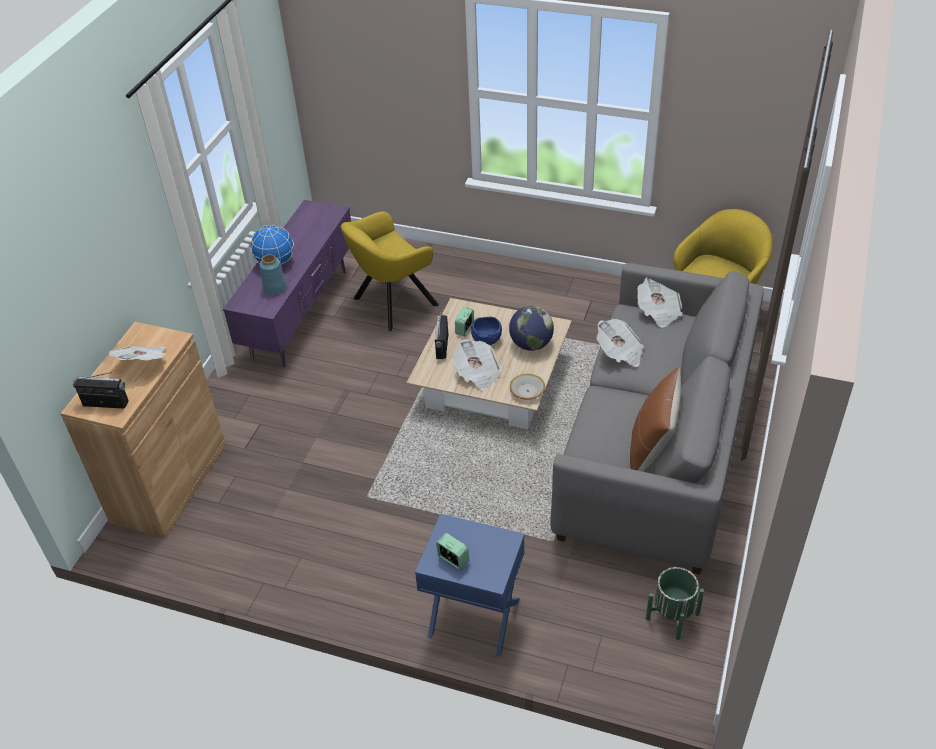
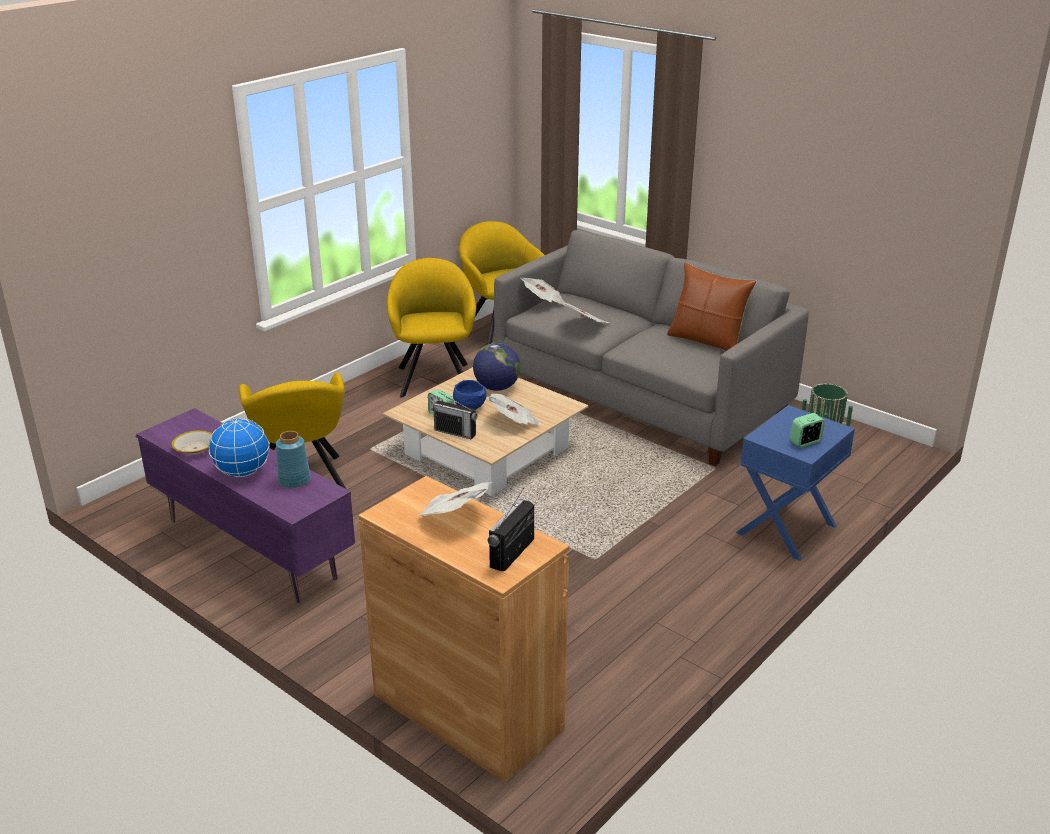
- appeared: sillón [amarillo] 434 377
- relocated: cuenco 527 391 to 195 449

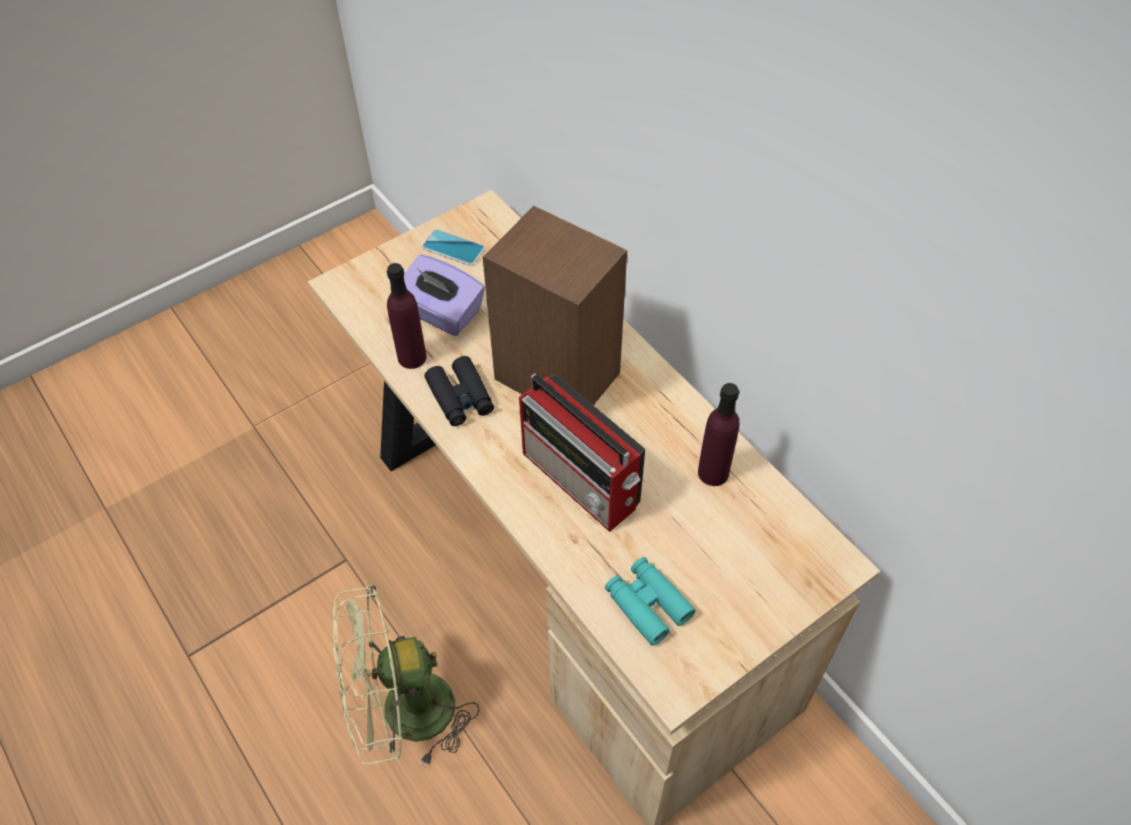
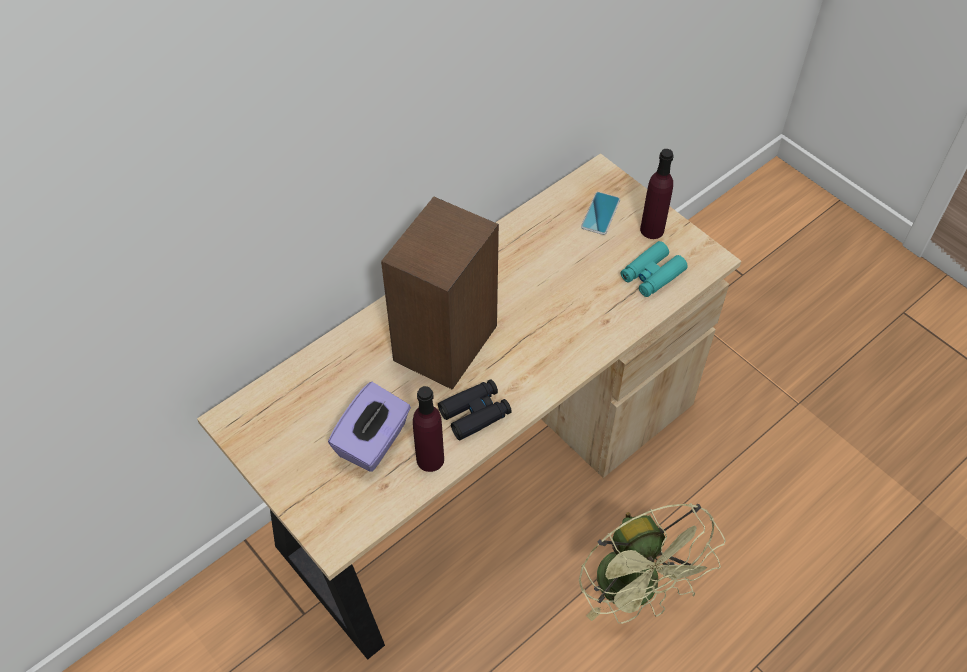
- missing: radio 582 482
- relocated: móvil 453 248 to 600 214
- relocated: botella [morado] 713 472 to 652 230

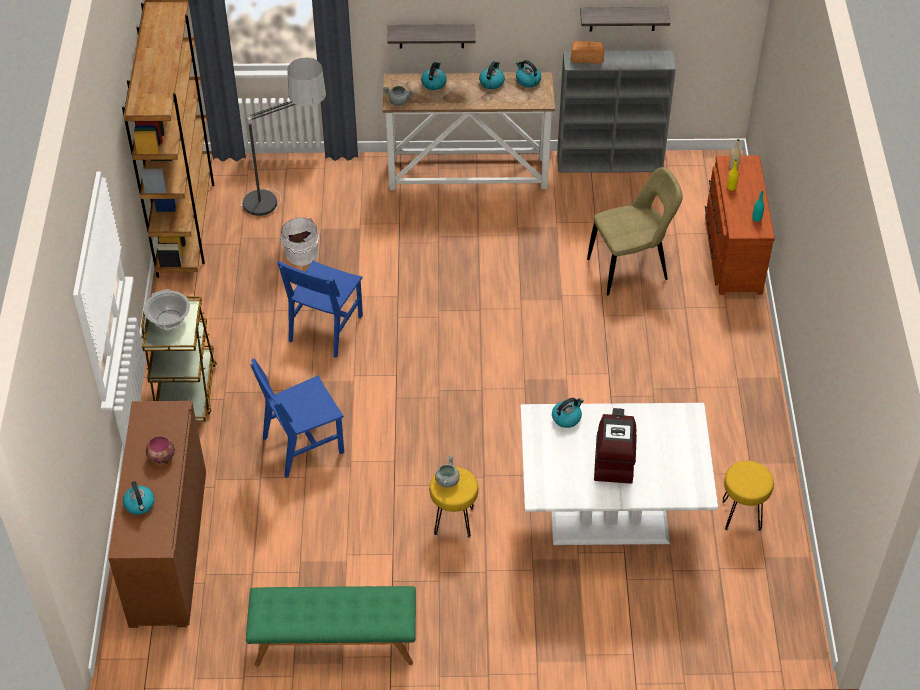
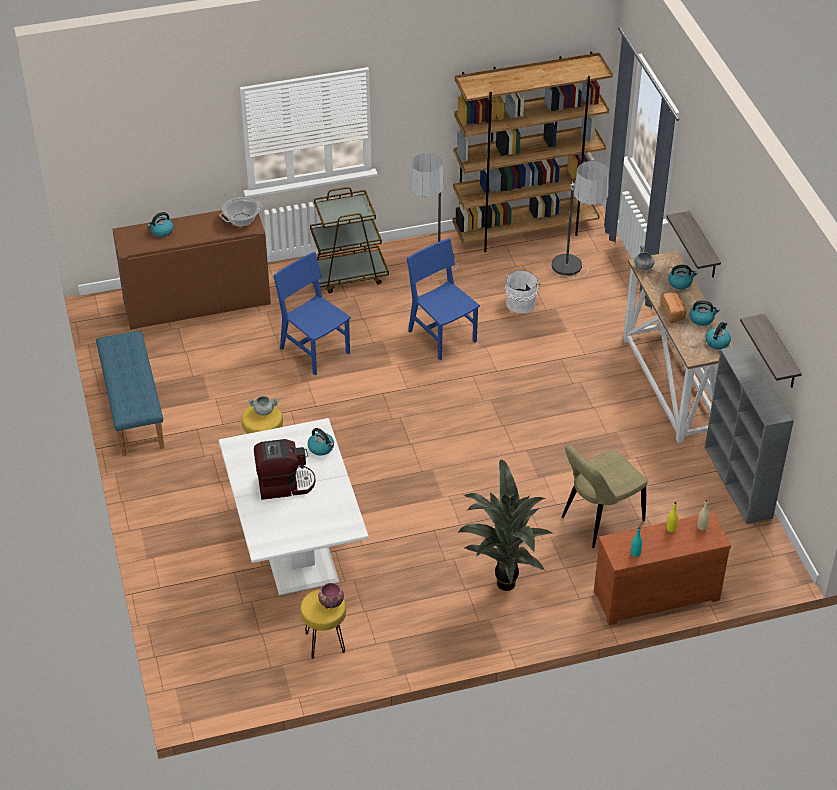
- appeared: lámpara de pie 434 275
- appeared: planta en maceta 502 586
- relocated: olla 169 319 to 241 220
- relocated: cuenco 161 457 to 330 602
- relocated: pan 587 57 to 673 313
- colour: banco [verde] 334 643 to banco [azul] 132 409
- spun: silla [azul] 325 328 = 442 336 45 degrees clockwise
- spun: silla [beis] 631 268 = 599 520 90 degrees clockwise

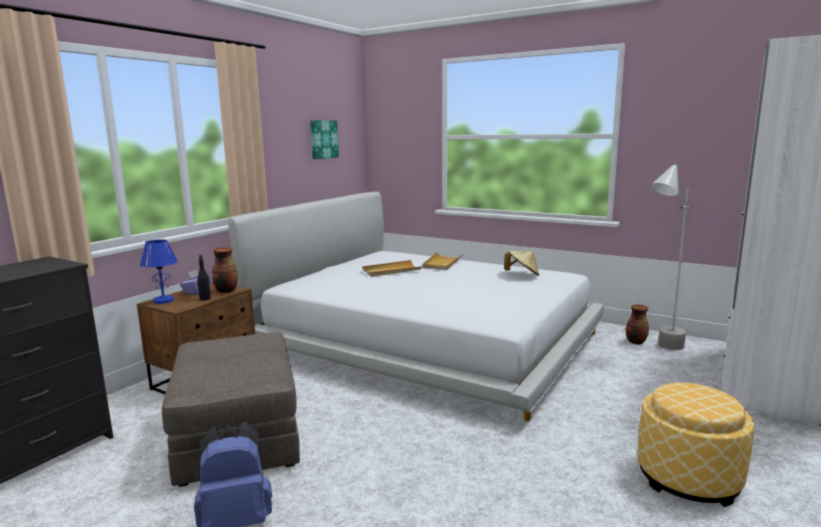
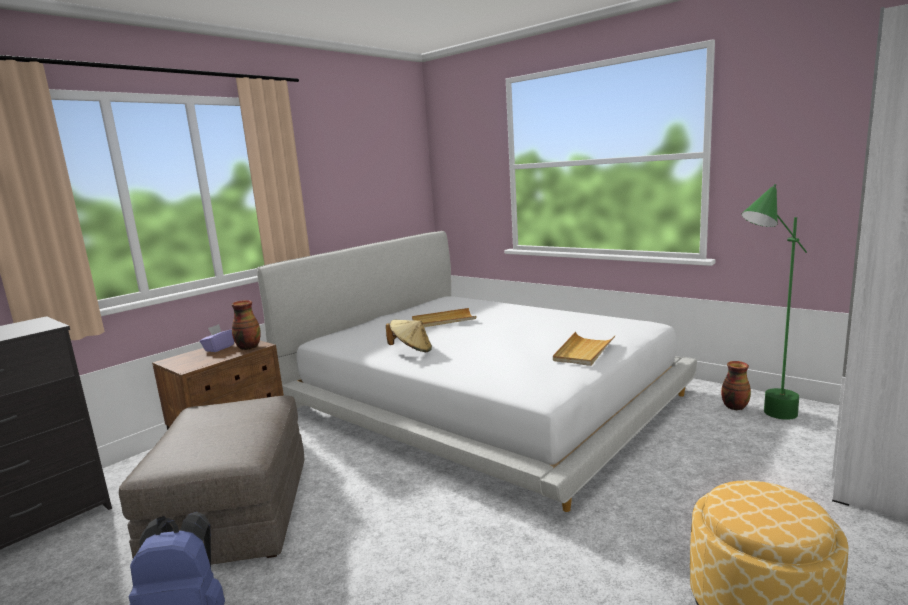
- missing: lámpara de mesa [azul] 163 301
- missing: botella [negro] 205 299
- missing: cuadro 323 139
- relocated: bandeja [beis] 442 263 to 583 351
- relocated: sombrero [beis] 522 275 to 411 350
- colour: lámpara de pie [gris] 661 350 to lámpara de pie [verde] 765 419

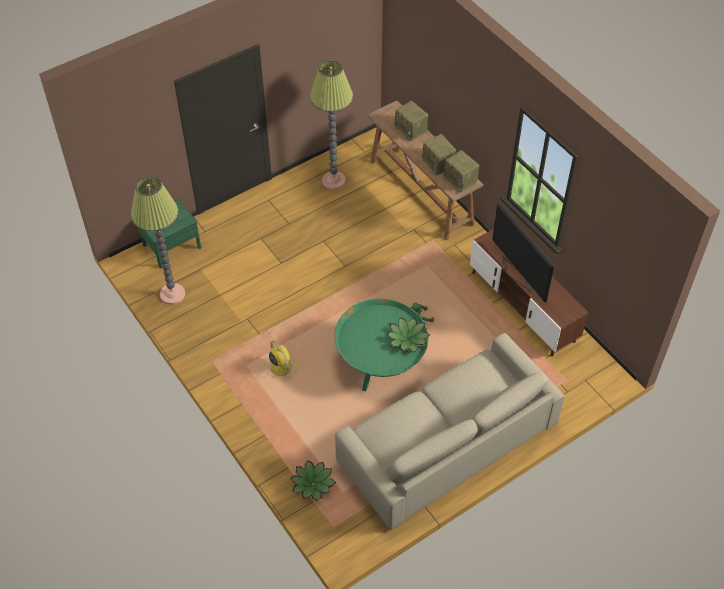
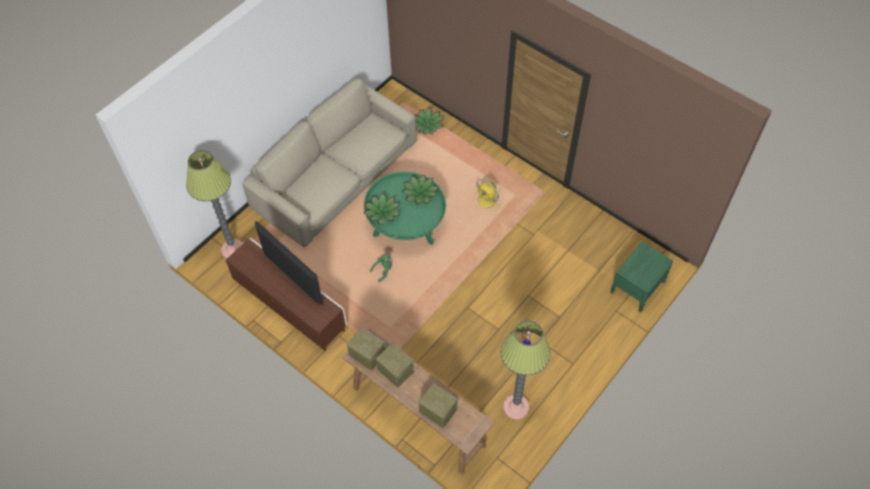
- appeared: planta en maceta 420 193
- relocated: lámpara de pie 172 294 to 233 249

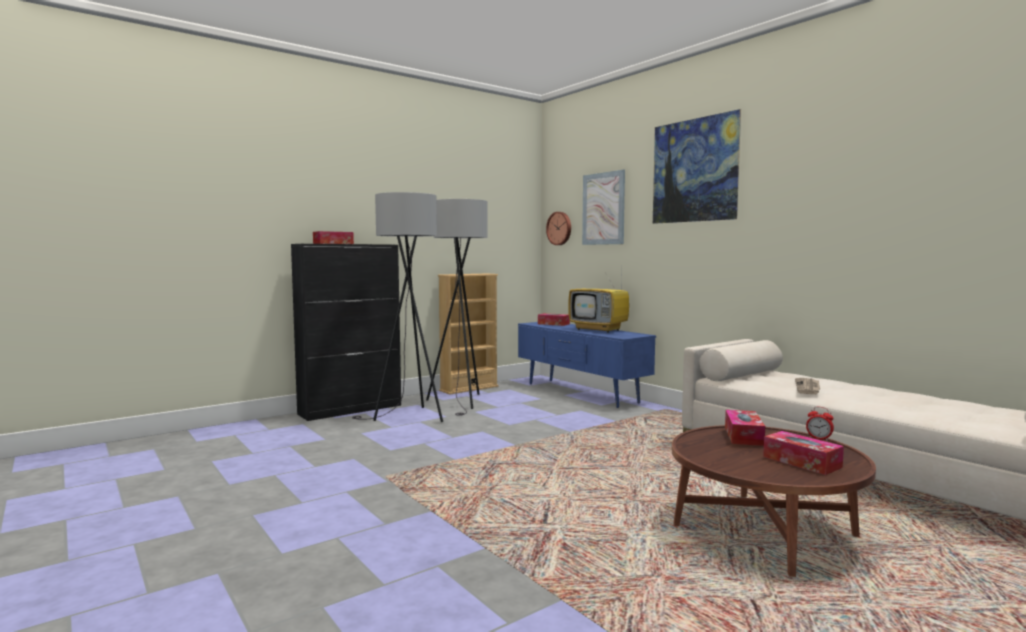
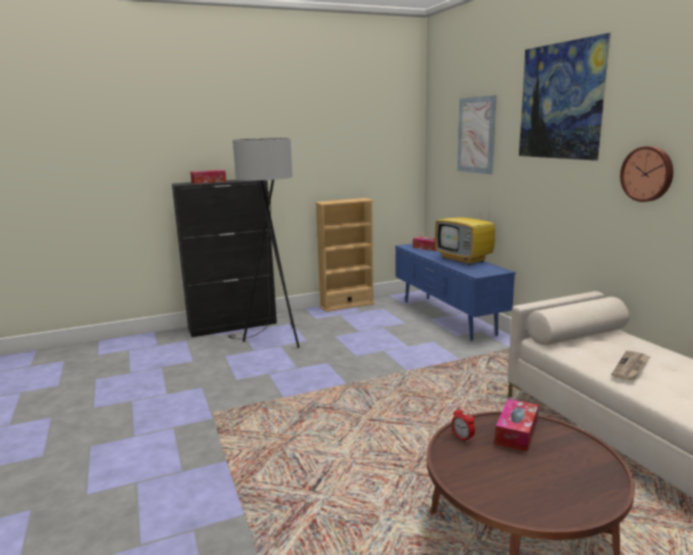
- missing: lámpara de pie [gris] 461 402
- missing: caja de pañuelos 801 462
- relocated: reloj de pared 560 228 to 648 174
- relocated: despertador 819 438 to 462 438

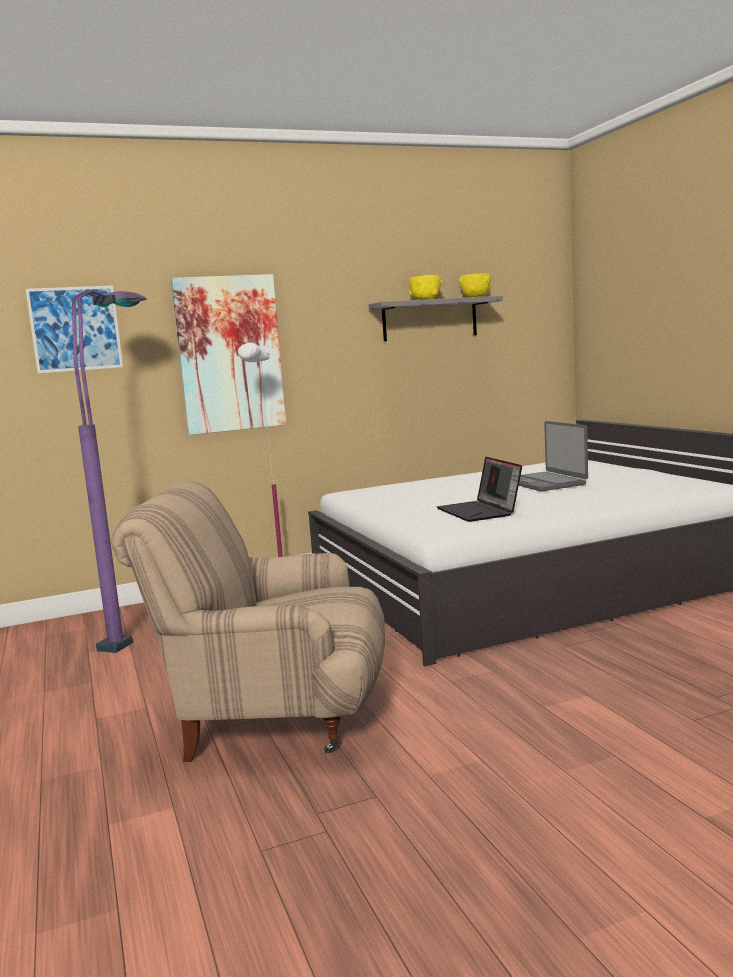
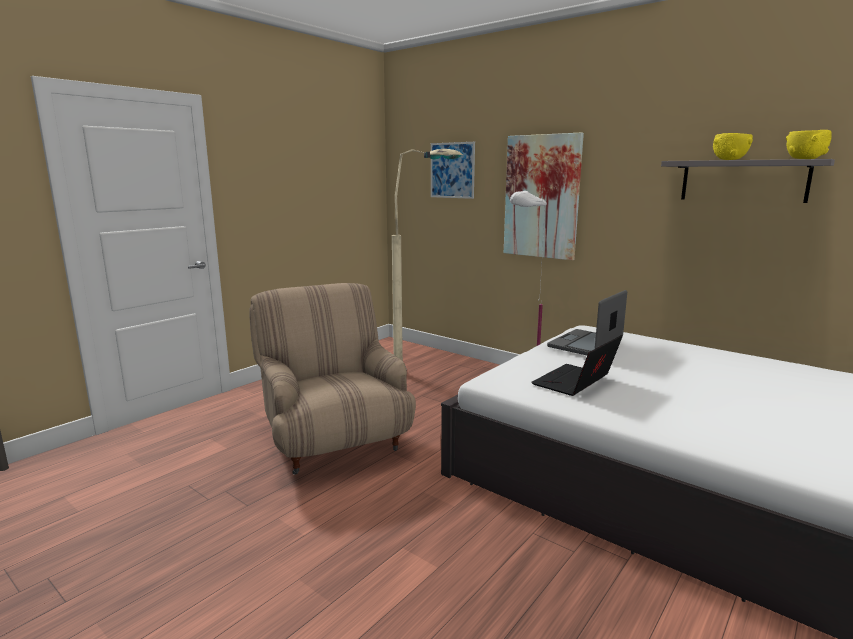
- relocated: portátil 545 483 to 586 344
- colour: lámpara de pie [morado] 148 628 to lámpara de pie [beis] 429 370

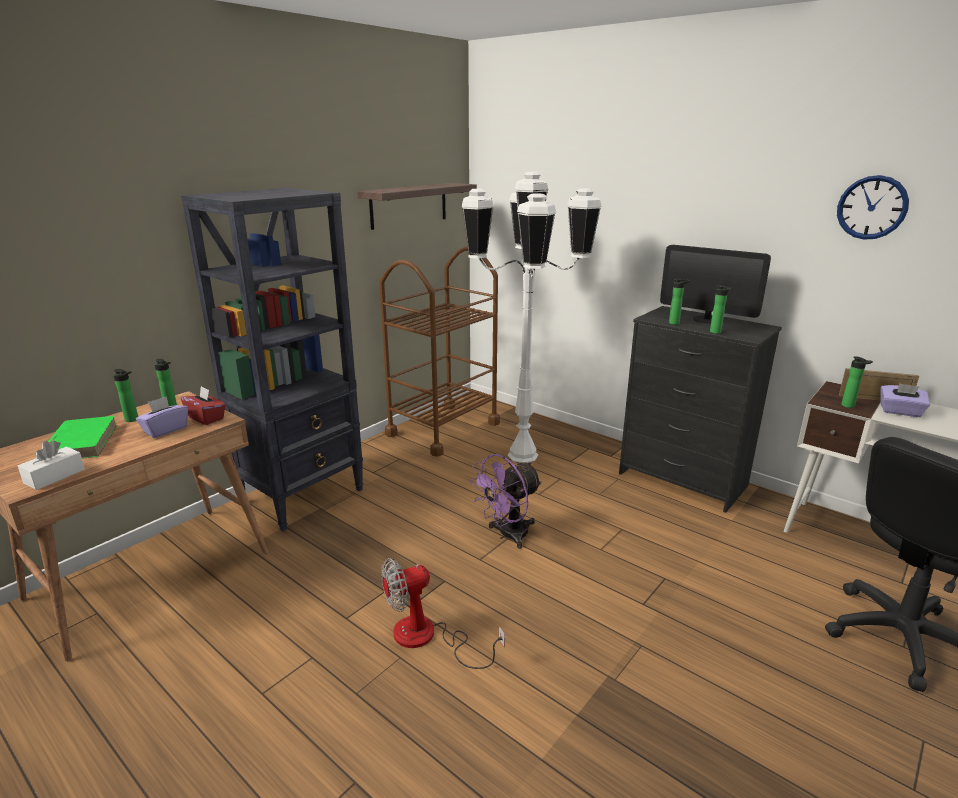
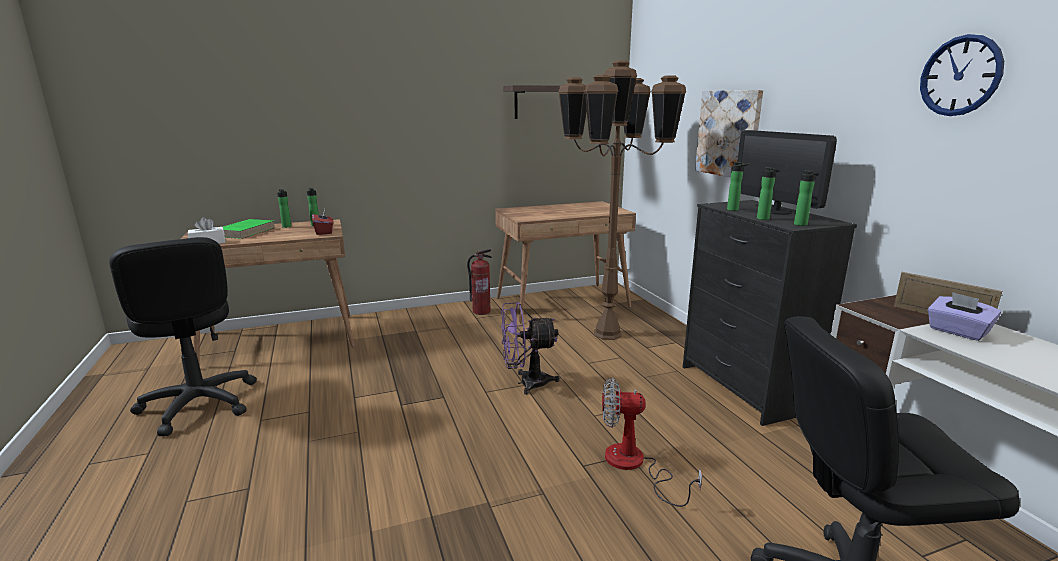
- missing: caja de pañuelos [morado] 165 430
- missing: estantería [negro] 303 495
- appeared: silla de oficina [negro] 198 404
- appeared: extintor 481 311
- appeared: cuadro 728 133
- relocated: ventilador 427 638 to 634 465
- relocated: botella 850 406 to 802 225
- exchanged: carrito [marrón] 443 429 to escritorio [marrón] 562 302
- colour: lámpara de pie [blanco] 522 456 to lámpara de pie [marrón] 606 334

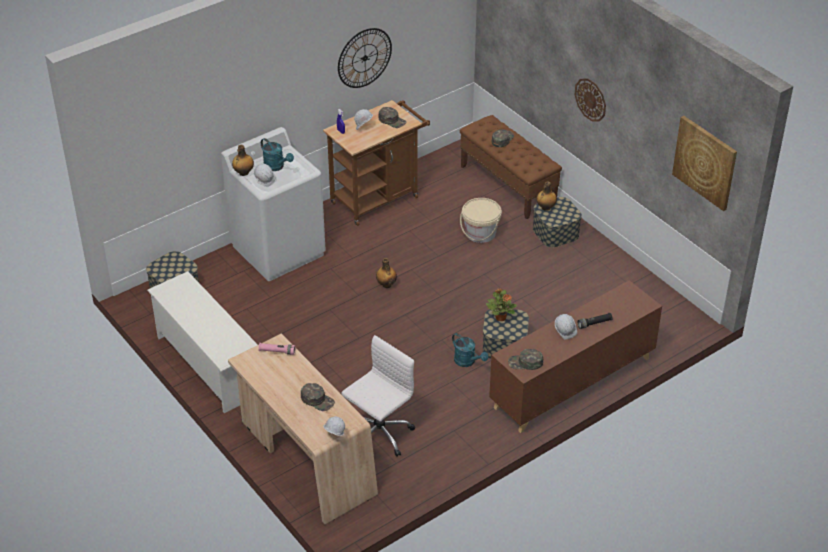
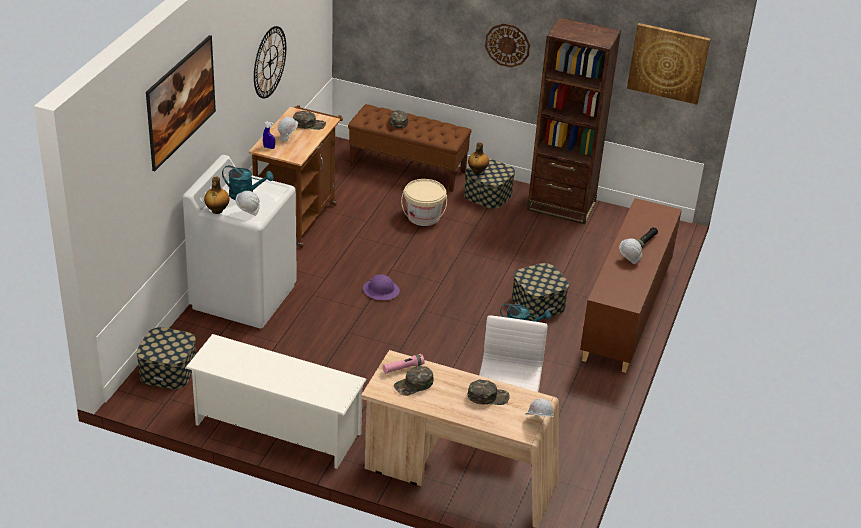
- missing: planta en maceta 500 317
- appeared: cuadro 182 121
- appeared: estantería [marrón] 561 206
- relocated: gorra [verde] 525 363 to 414 385
- exchanged: botella 386 284 to casco [morado] 381 290

